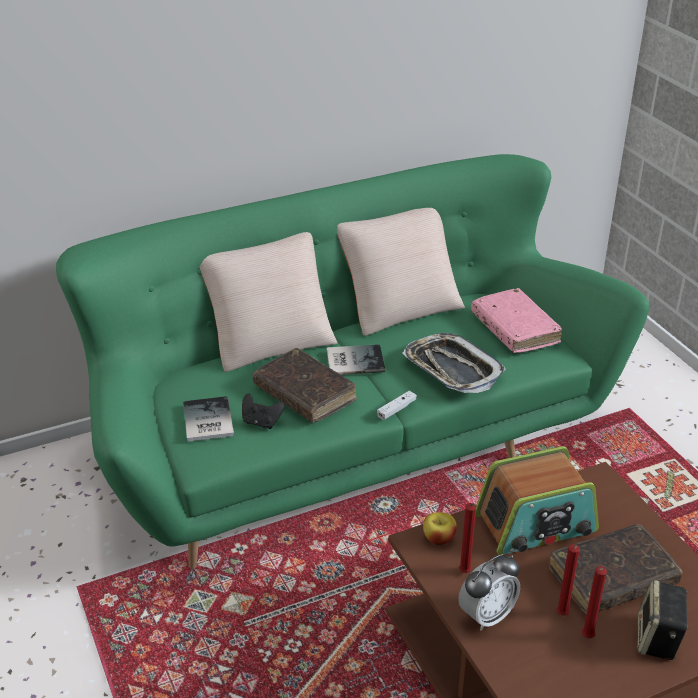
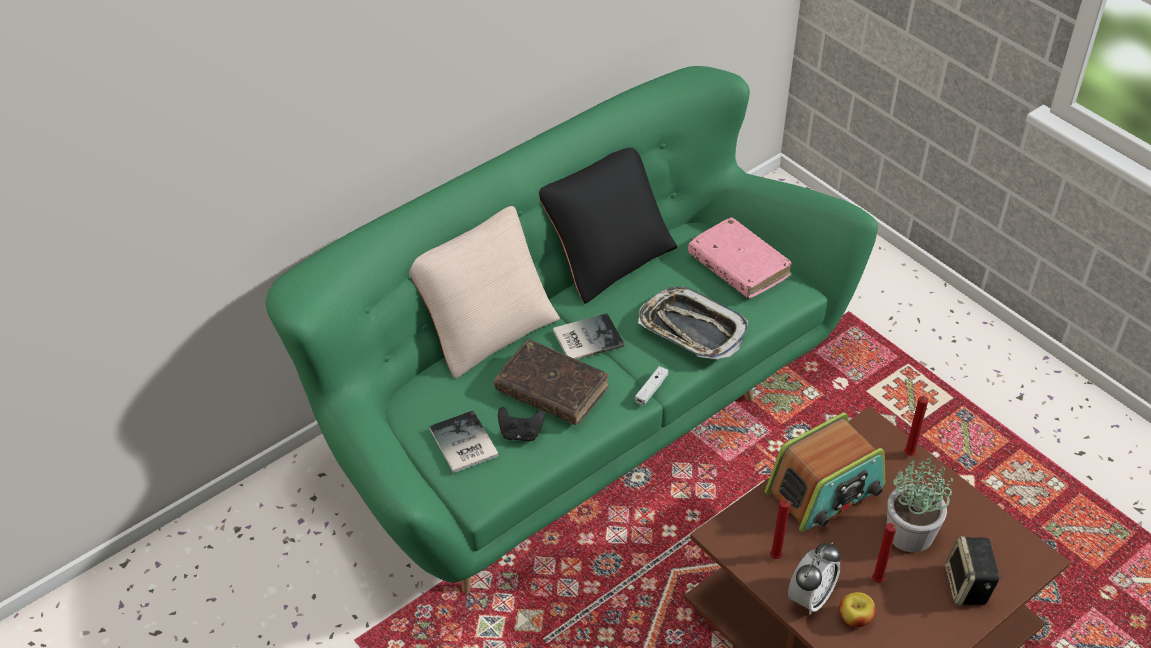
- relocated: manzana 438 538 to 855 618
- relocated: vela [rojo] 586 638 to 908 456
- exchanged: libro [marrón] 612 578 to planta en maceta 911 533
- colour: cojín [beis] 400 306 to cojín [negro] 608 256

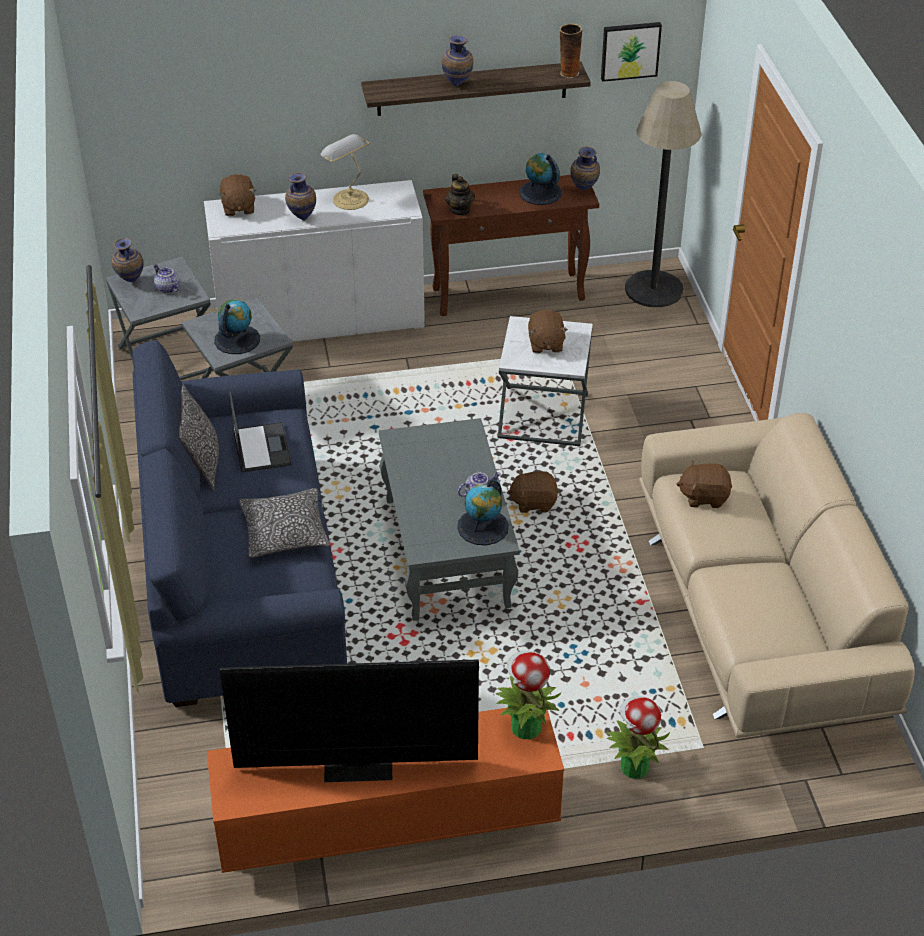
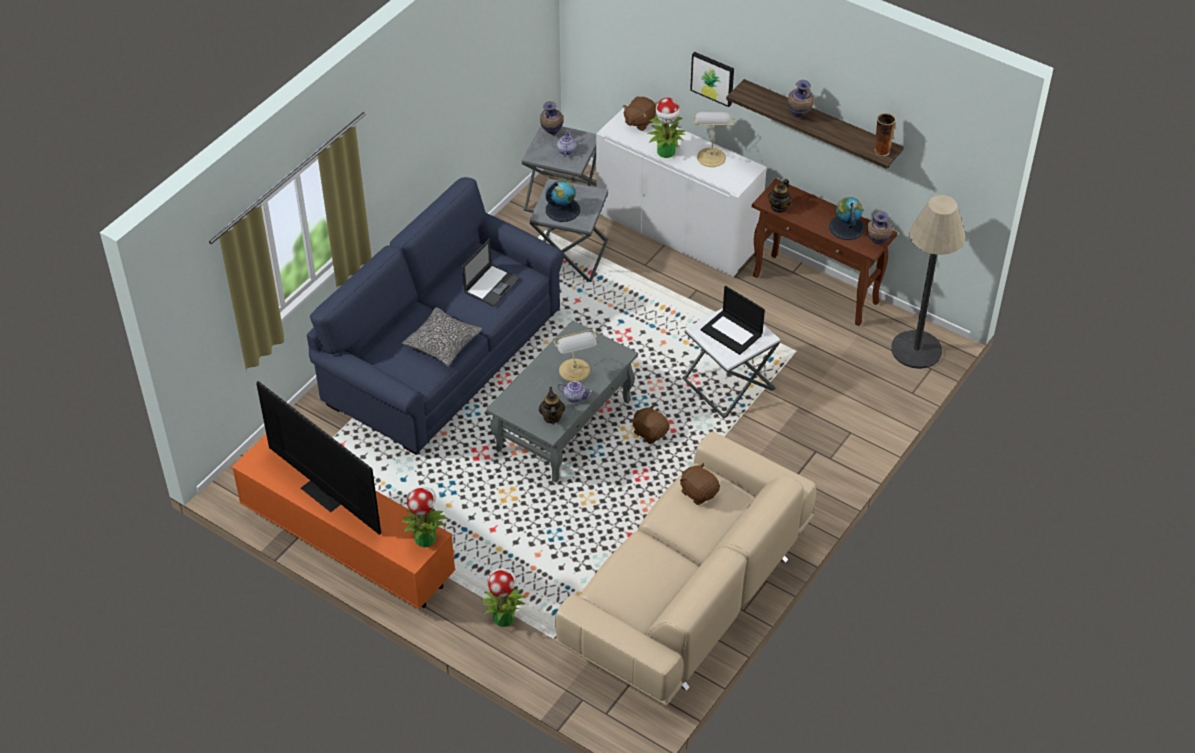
- missing: cojín 203 464
- appeared: lámpara de mesa 575 371
- relocated: cuadro 630 50 to 713 78
- exchanged: florero 302 218 to planta en maceta 666 152
- exchanged: globo terráqueo 483 527 to tetera 552 417
- exchanged: peluche [marrón] 545 344 to portátil 732 332

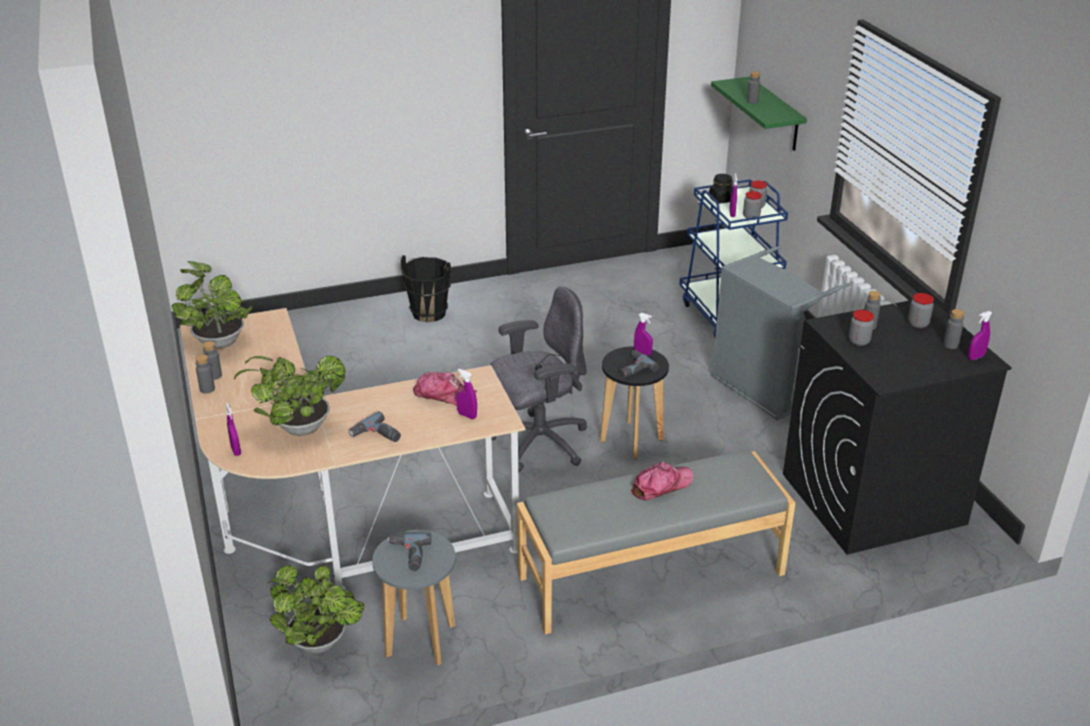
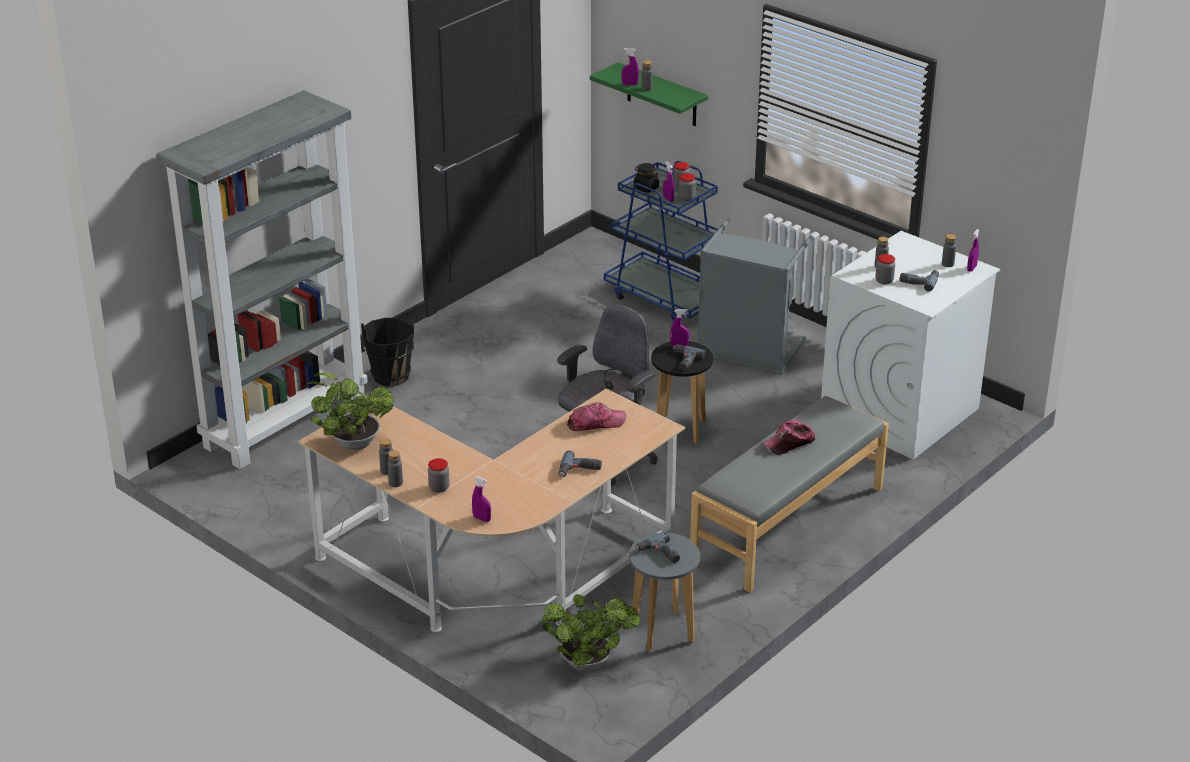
- missing: planta en maceta 298 428
- appeared: estantería [gris] 285 421
- appeared: taladro 919 281
- relocated: pulverizador [morado] 467 415 to 630 84
- relocated: tarro 918 324 to 439 488
- colour: lavadora [negro] 872 499 to lavadora [blanco] 899 413
- spun: gorra 661 486 = 789 443 150 degrees counterclockwise

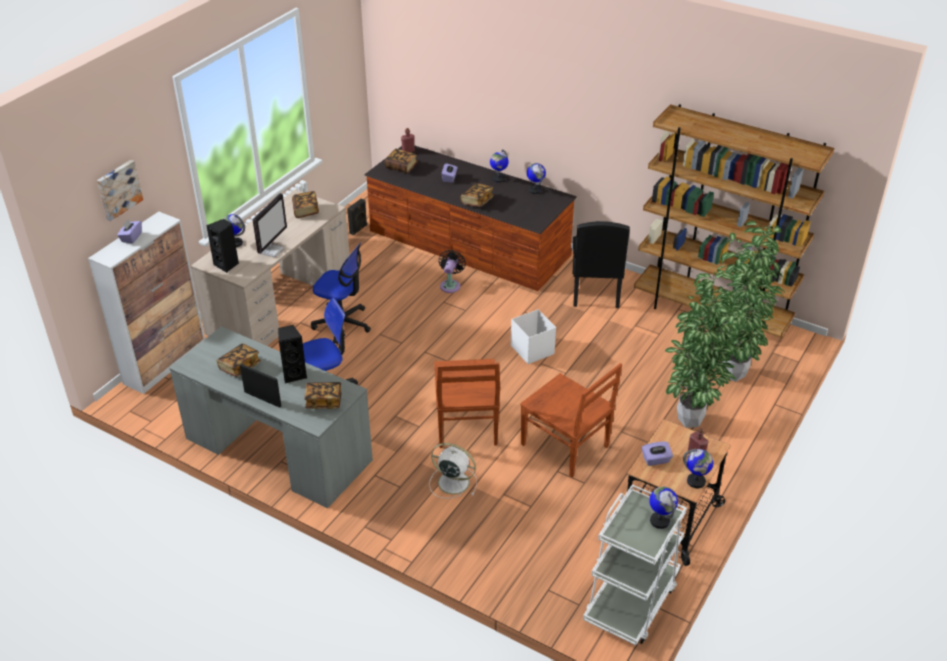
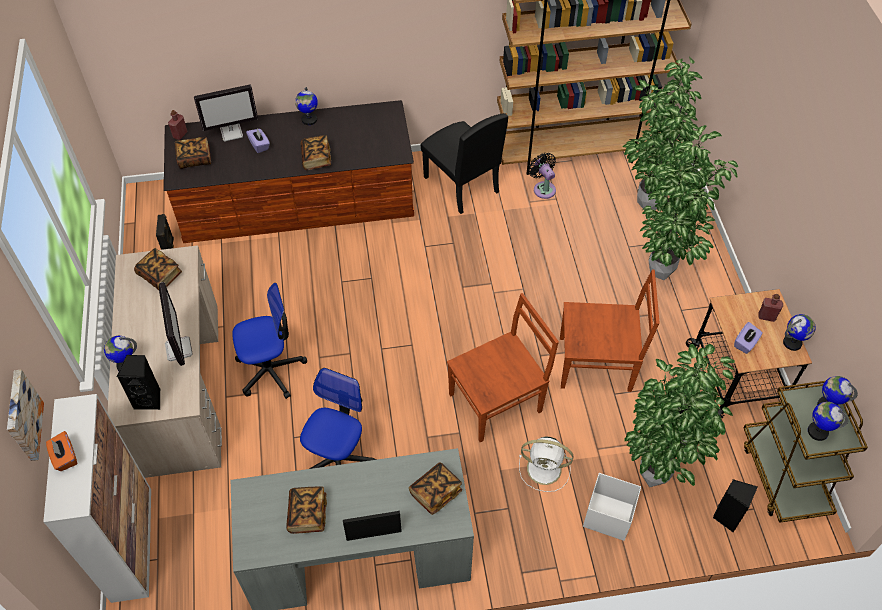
- appeared: monitor 232 132
- appeared: planta en maceta 657 475
- relocated: altavoz [negro] 294 374 to 727 516
- relocated: ventilador [negro] 450 285 to 543 188
- relocated: caja de almacenaje [blanco] 532 349 to 607 515
- relocated: globo terráqueo 535 190 to 817 431
- colour: caja de pañuelos [morado] 131 237 to caja de pañuelos [naranja] 65 457
- colour: carrito [blanco] 631 601 to carrito [marrón] 784 475
- spun: ventilador [blanco] 452 482 = 545 469 150 degrees counterclockwise
- spun: silla [marrón] 466 425 = 497 402 75 degrees counterclockwise

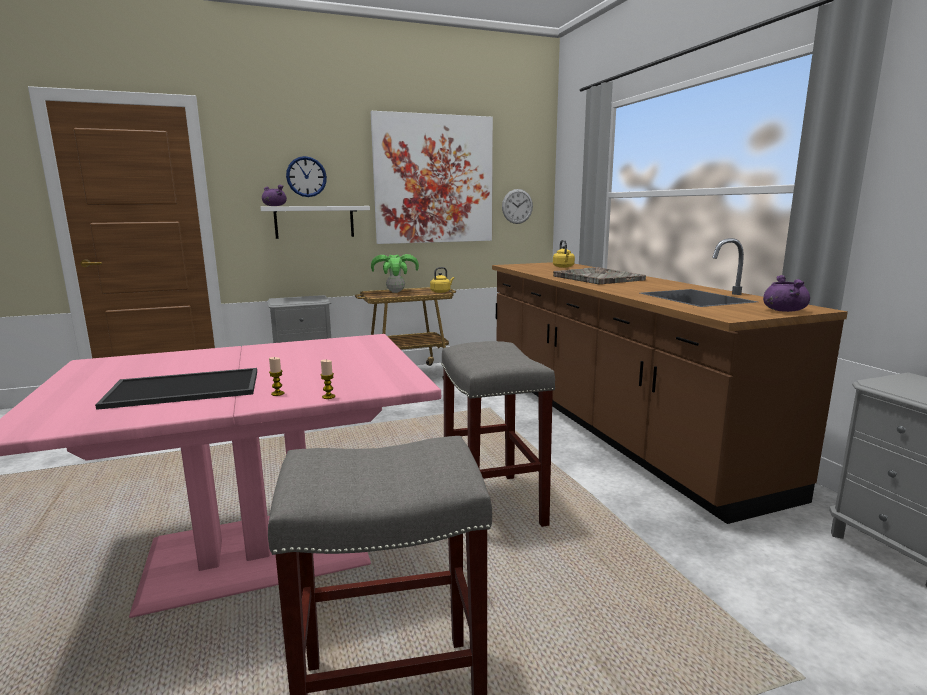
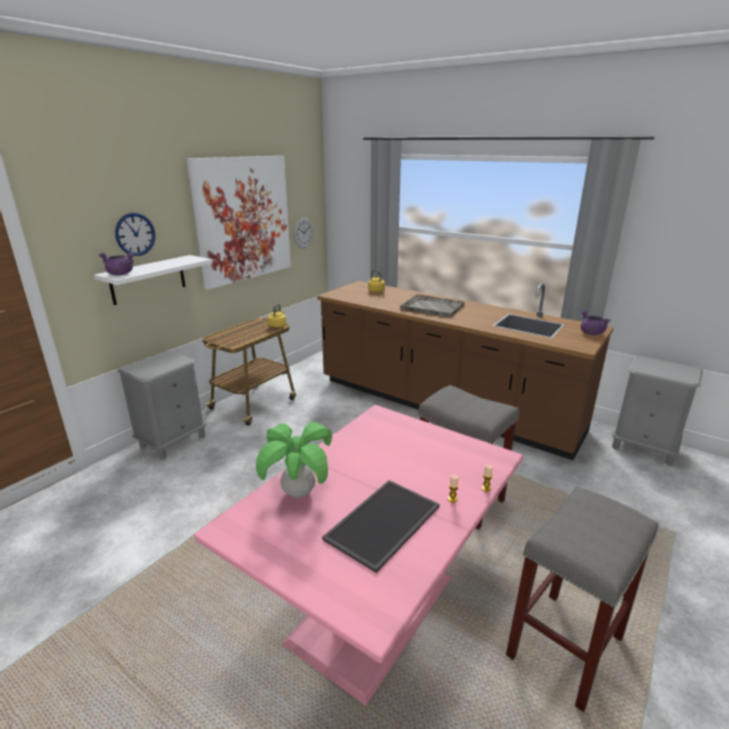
- relocated: planta en maceta 395 292 to 299 493

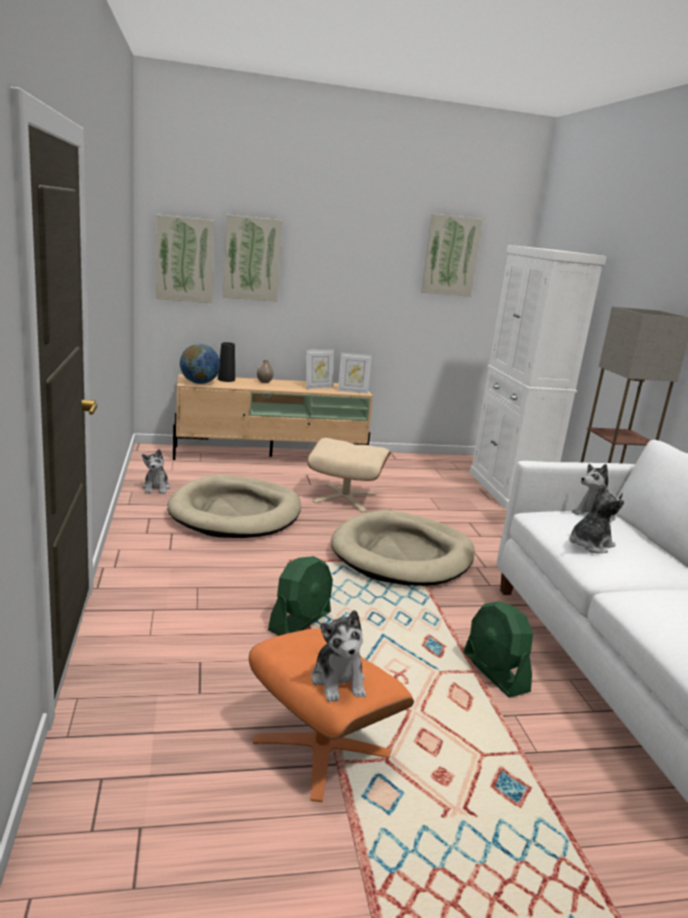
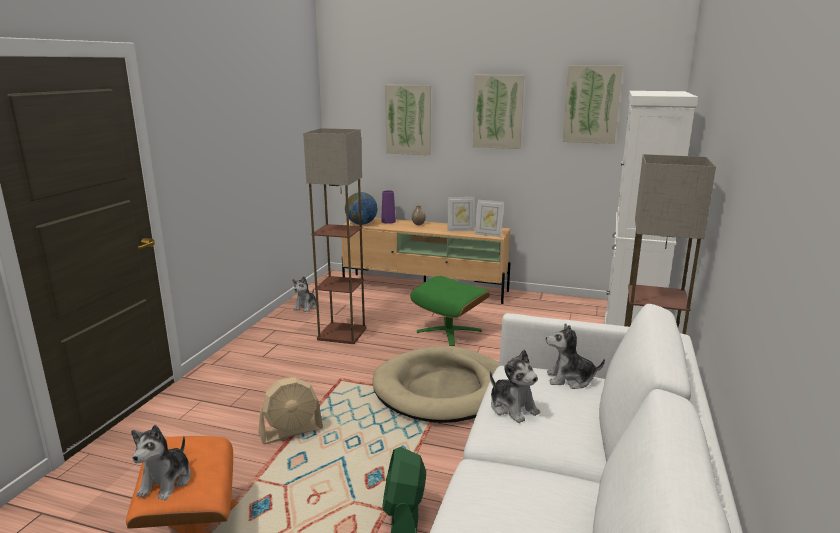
- relocated: cuadro 185 259 to 498 111
- exchanged: cama para perro [beis] 236 513 to lámpara de pie 343 333
- colour: florero [negro] 226 379 to florero [morado] 388 221
- colour: ventilador [verde] 300 622 to ventilador [beis] 291 431
- colour: puf [beis] 345 498 to puf [verde] 449 331
- spun: peluche 589 544 = 512 408 60 degrees clockwise

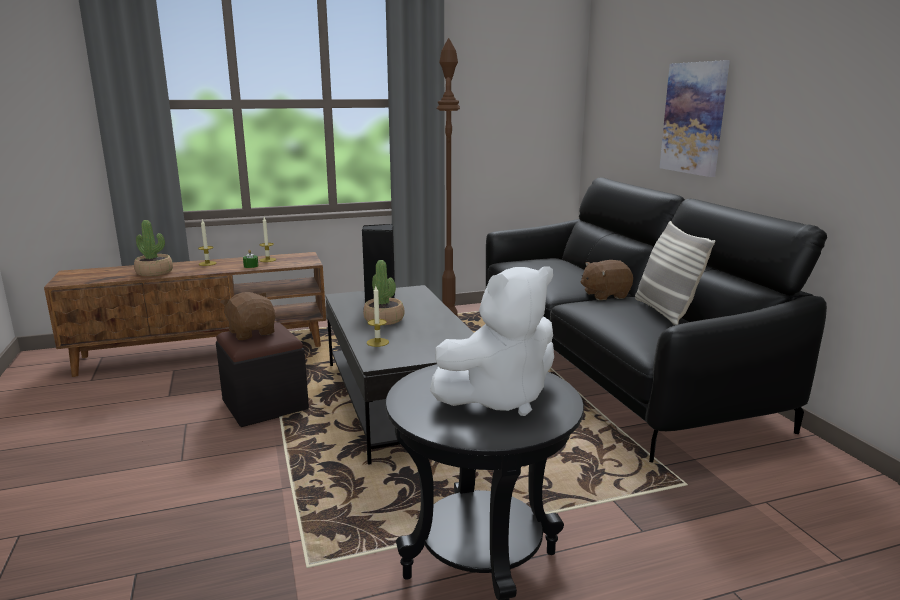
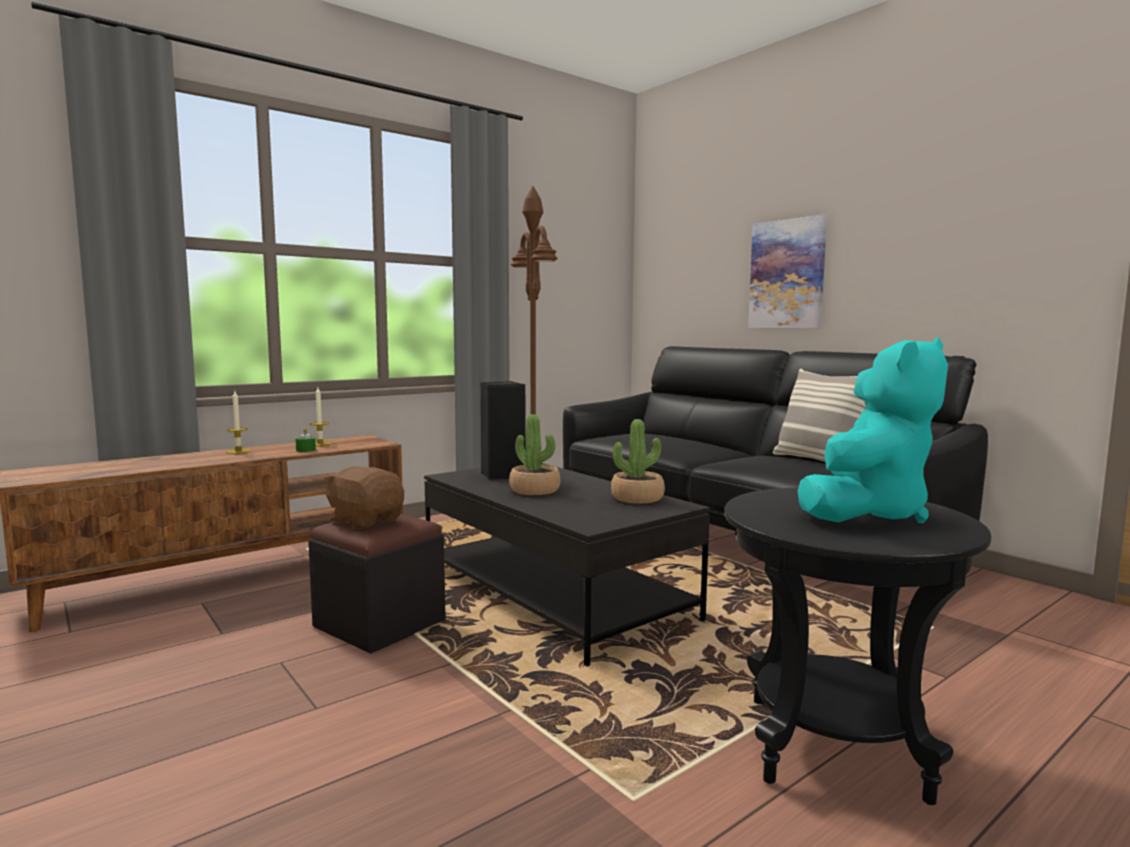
- missing: vela 377 342
- missing: peluche [marrón] 605 295
- relocated: planta en maceta 154 272 to 637 498
- colour: peluche [blanco] 499 398 to peluche [turquesa] 866 513

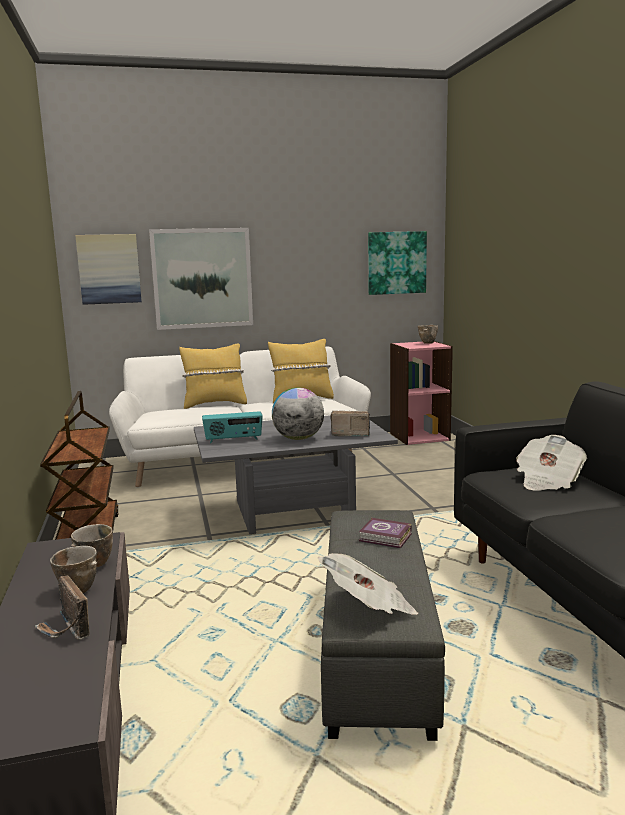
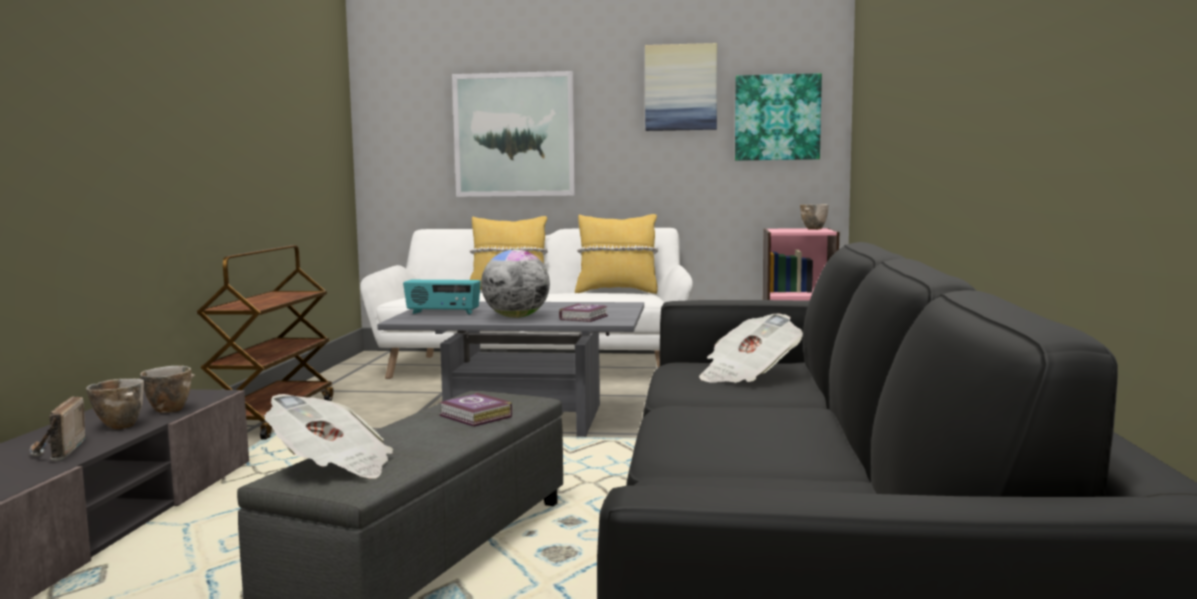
- relocated: cuadro 109 269 to 681 87
- exchanged: radio 350 434 to libro 585 317

